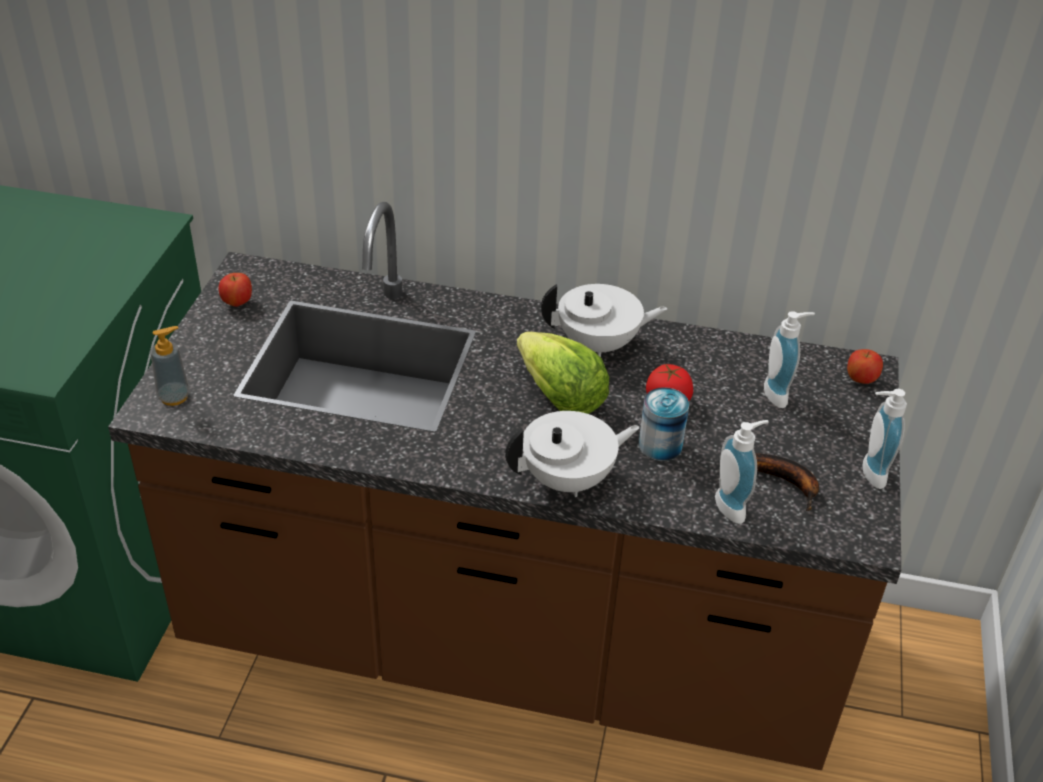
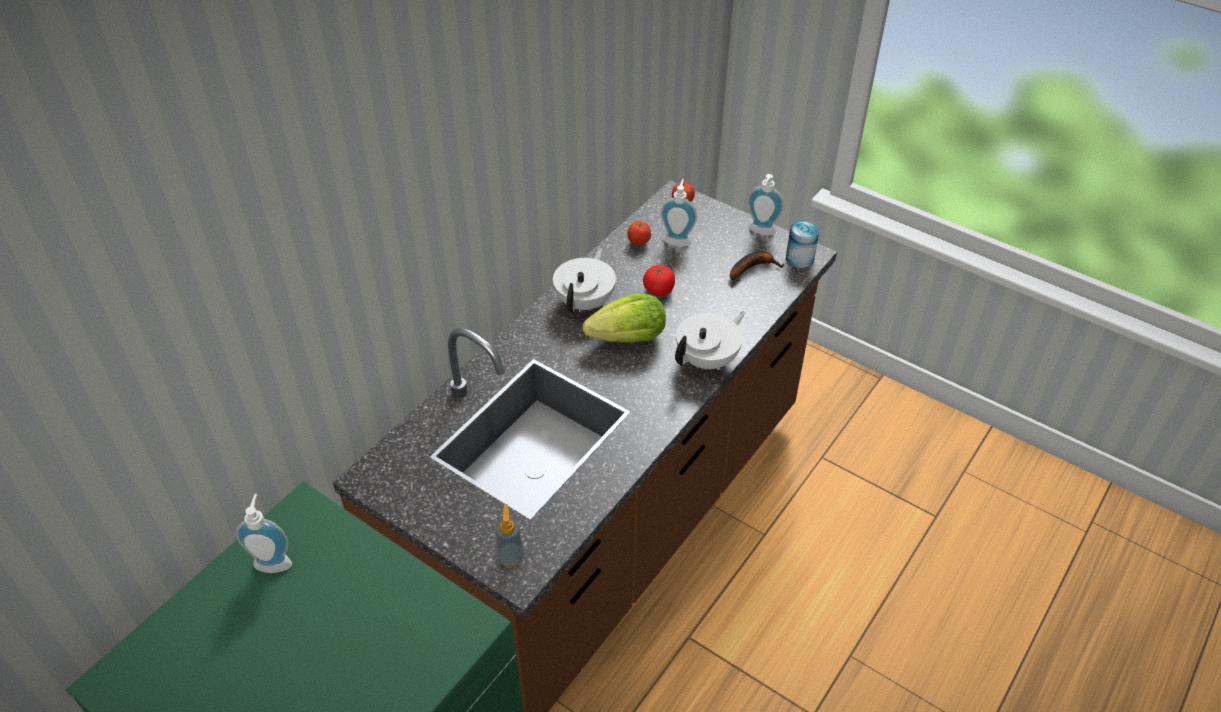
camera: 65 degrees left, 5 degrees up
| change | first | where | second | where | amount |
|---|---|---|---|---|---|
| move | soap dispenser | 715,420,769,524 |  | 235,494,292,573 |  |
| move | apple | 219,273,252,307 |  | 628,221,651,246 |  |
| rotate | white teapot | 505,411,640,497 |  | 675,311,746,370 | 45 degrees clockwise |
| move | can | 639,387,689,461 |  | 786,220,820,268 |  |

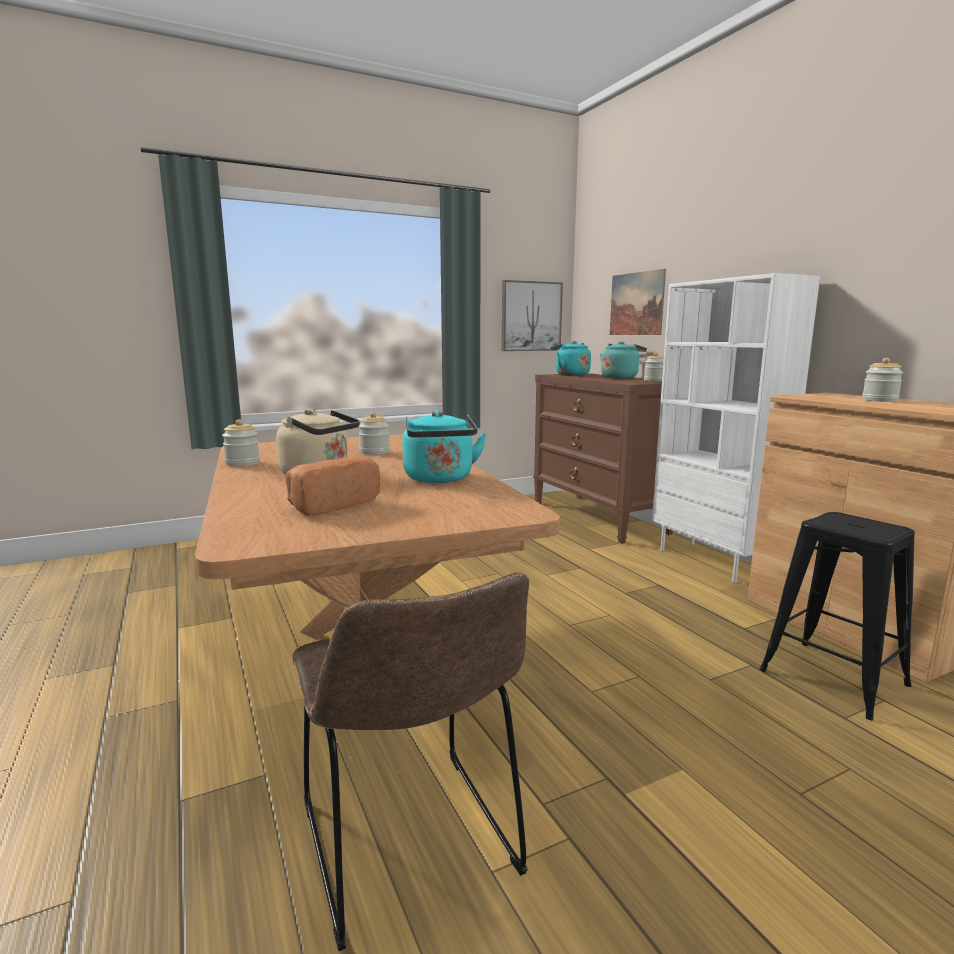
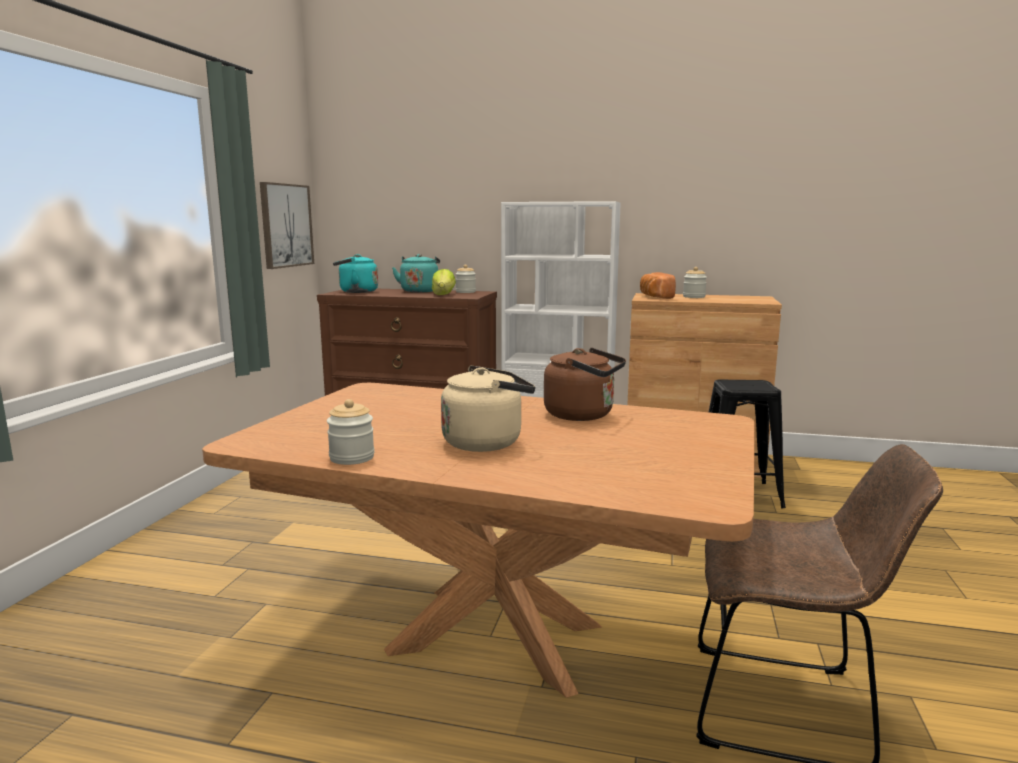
camera: 50 degrees left, 0 degrees up
| change | first | where | second | where | amount |
|---|---|---|---|---|---|
| insert |  |  | lettuce | 432,269,456,295 |  |
| recolor | turquoise kettle | 402,411,487,483 | brown kettle | 544,348,626,421 |  |
| move | bread | 286,457,380,516 |  | 640,272,676,299 |  |
| delete | jar | 359,412,390,455 |  |  |  |
| delete | picture | 610,269,666,335 |  |  |  |

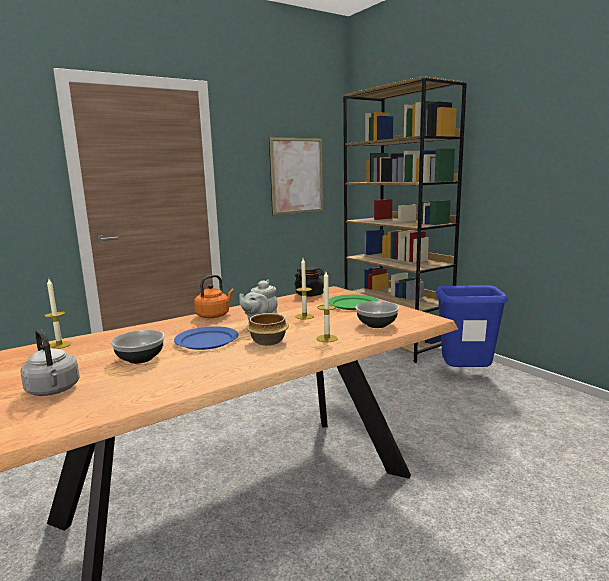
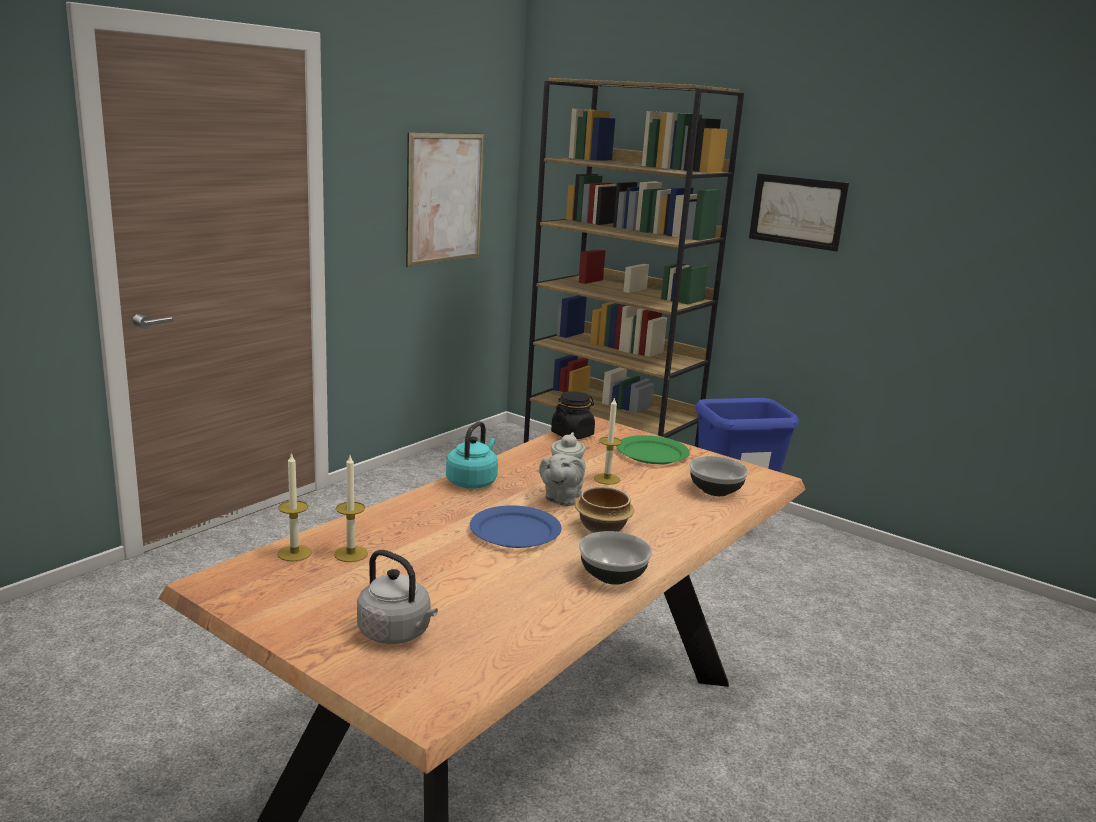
camera: 20 degrees left, 5 degrees up
| change | first | where | second | where | amount |
|---|---|---|---|---|---|
| move | candle | 316,272,338,342 |  | 334,456,368,562 |  |
| recolor | orange kettle | 194,275,234,318 | turquoise kettle | 446,421,498,489 |  |
| move | bowl | 111,330,165,364 |  | 579,531,652,585 |  |
| insert |  |  | picture | 749,173,849,251 |  |

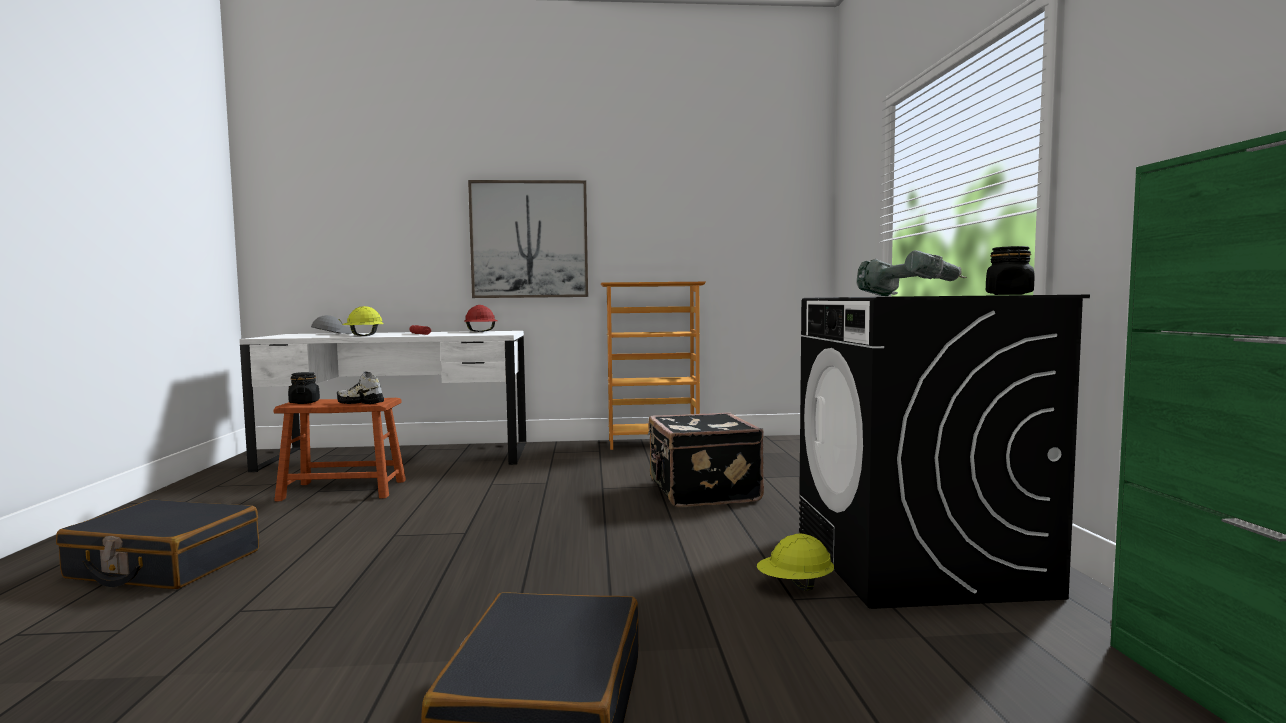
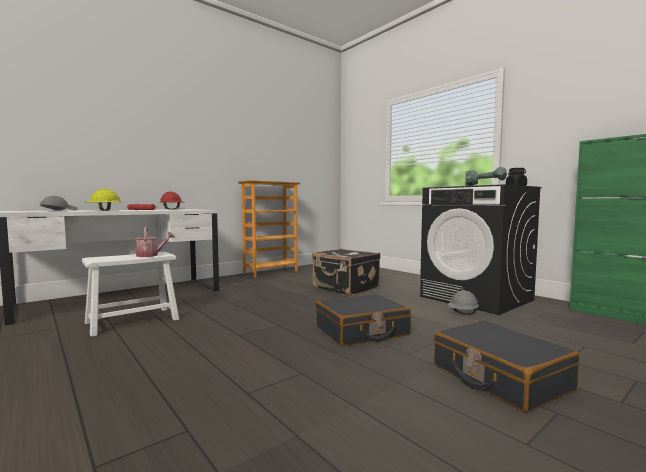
camera: 35 degrees left, 0 degrees up
| change | first | where | second | where | amount |
|---|---|---|---|---|---|
| recolor | brown stool | 273,398,406,501 | white stool | 82,252,179,337 |  |
| replace | shoe | 337,371,384,404 | watering can | 125,227,175,257 |  |
| move | black suitcase | 56,499,259,589 |  | 316,294,411,346 |  |
| recolor | yellow hard hat | 757,534,834,591 | grey hard hat | 448,290,479,315 |  |
| delete | black jar | 288,372,320,404 |  |  |  |
| delete | picture | 468,180,588,298 |  |  |  |

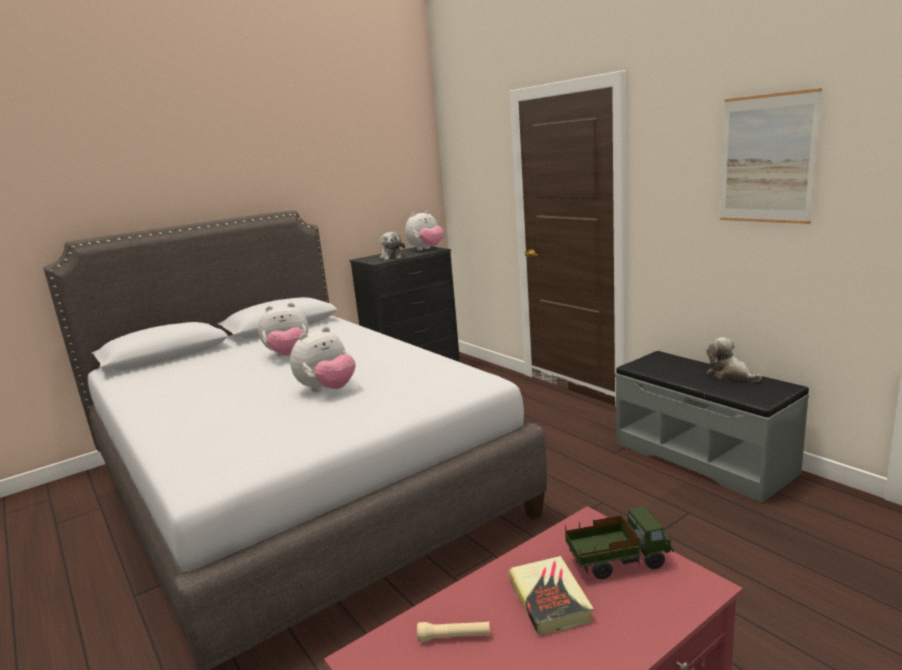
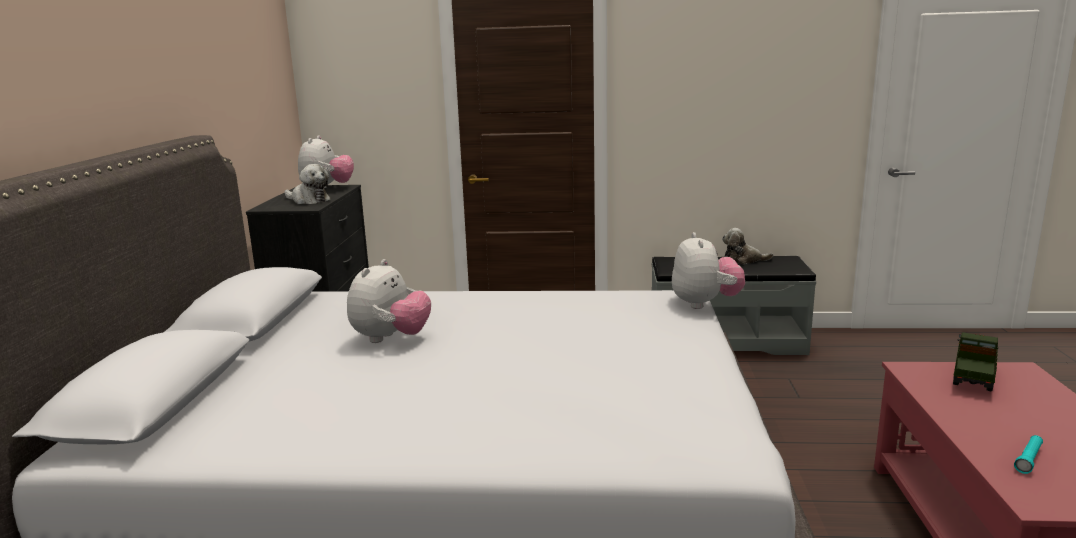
camera: 50 degrees left, 0 degrees up
| change | first | where | second | where | amount |
|---|---|---|---|---|---|
| move | plush toy | 290,327,355,392 |  | 672,232,745,309 |  |
| recolor | beige flashlight | 417,622,490,642 | turquoise flashlight | 1014,435,1043,474 |  |
| delete | book | 509,556,594,636 |  |  |  |
| delete | picture | 720,88,822,224 |  |  |  |

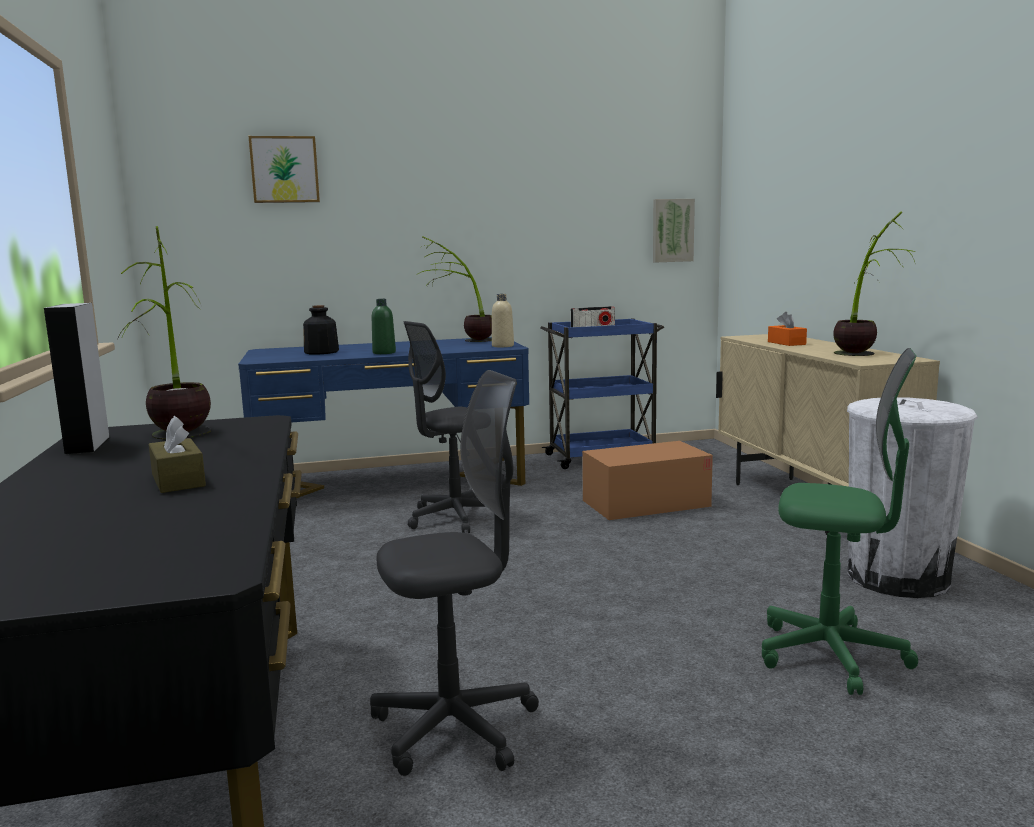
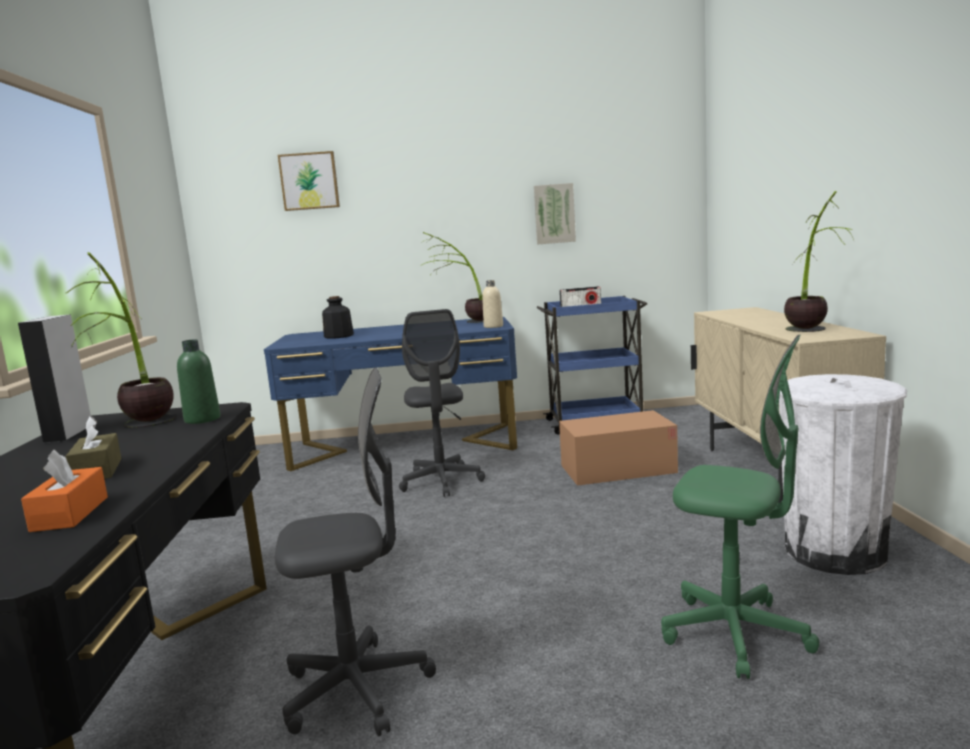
camera: 10 degrees right, 0 degrees up
| change | first | where | second | where | amount |
|---|---|---|---|---|---|
| move | orange tissue box | 768,312,807,346 |  | 21,450,108,532 |  |
| move | green bottle | 372,299,396,354 |  | 177,339,221,424 |  |
| rotate | grey office chair | 404,321,486,533 |  | 399,309,485,497 | 75 degrees counterclockwise |
| move | picture | 653,199,695,262 |  | 534,183,576,244 |  |

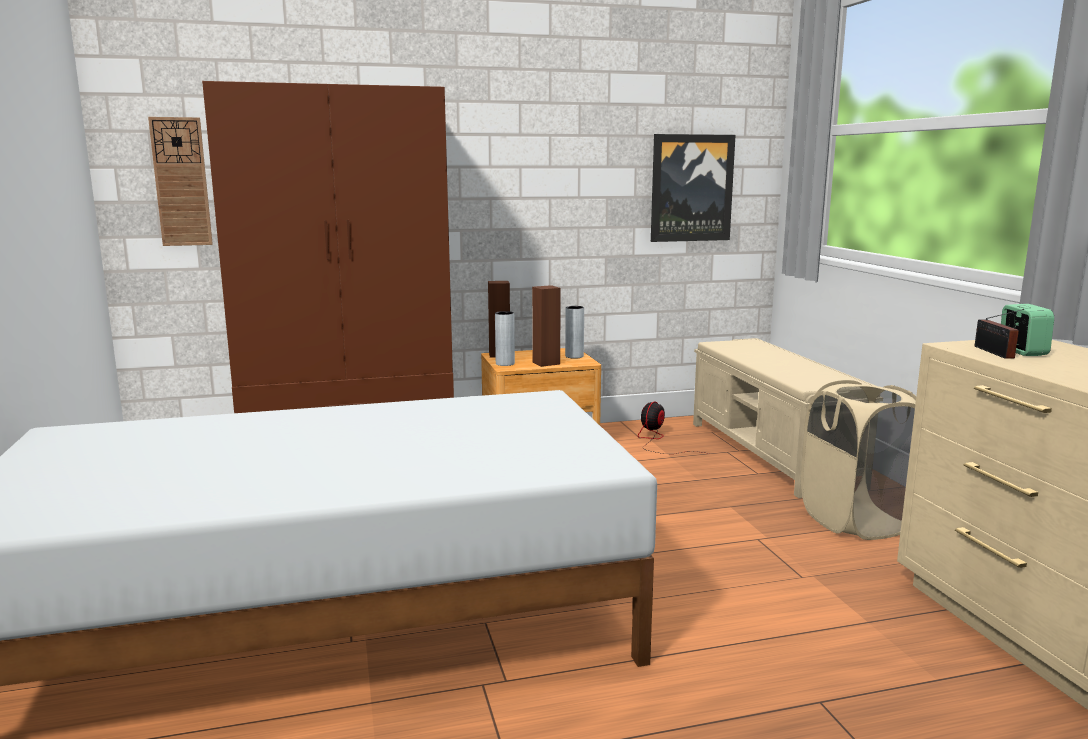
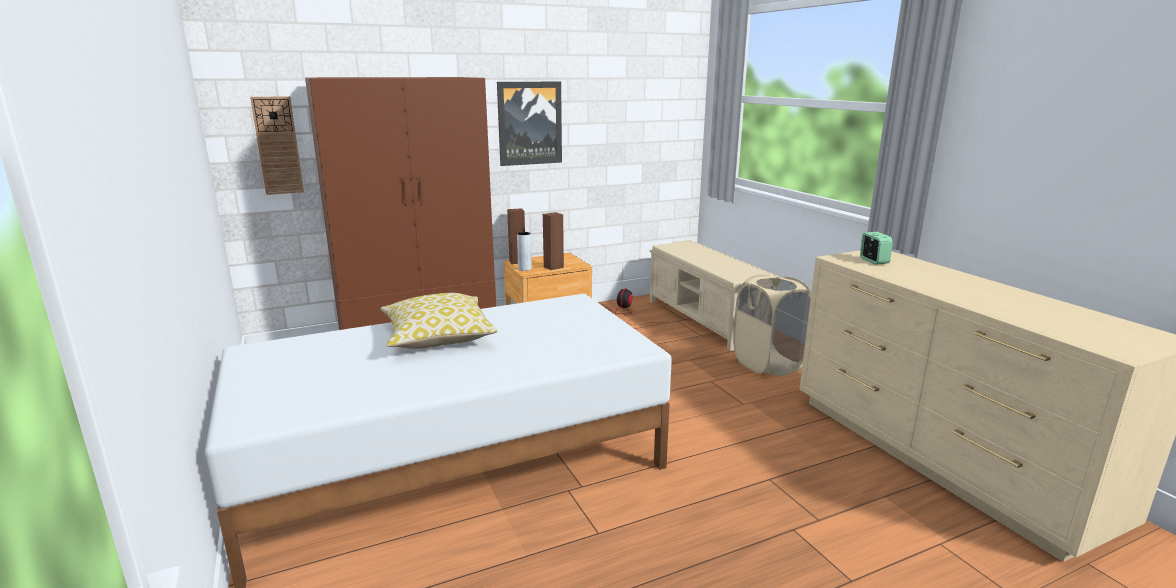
camera: 10 degrees left, 5 degrees up
| change | first | where | second | where | amount |
|---|---|---|---|---|---|
| insert |  |  | pillow | 380,293,498,349 |  |
| move | picture | 651,134,736,242 |  | 497,82,562,166 |  |
| delete | grey vase | 565,306,584,359 |  |  |  |
| delete | radio | 975,309,1024,359 |  |  |  |

